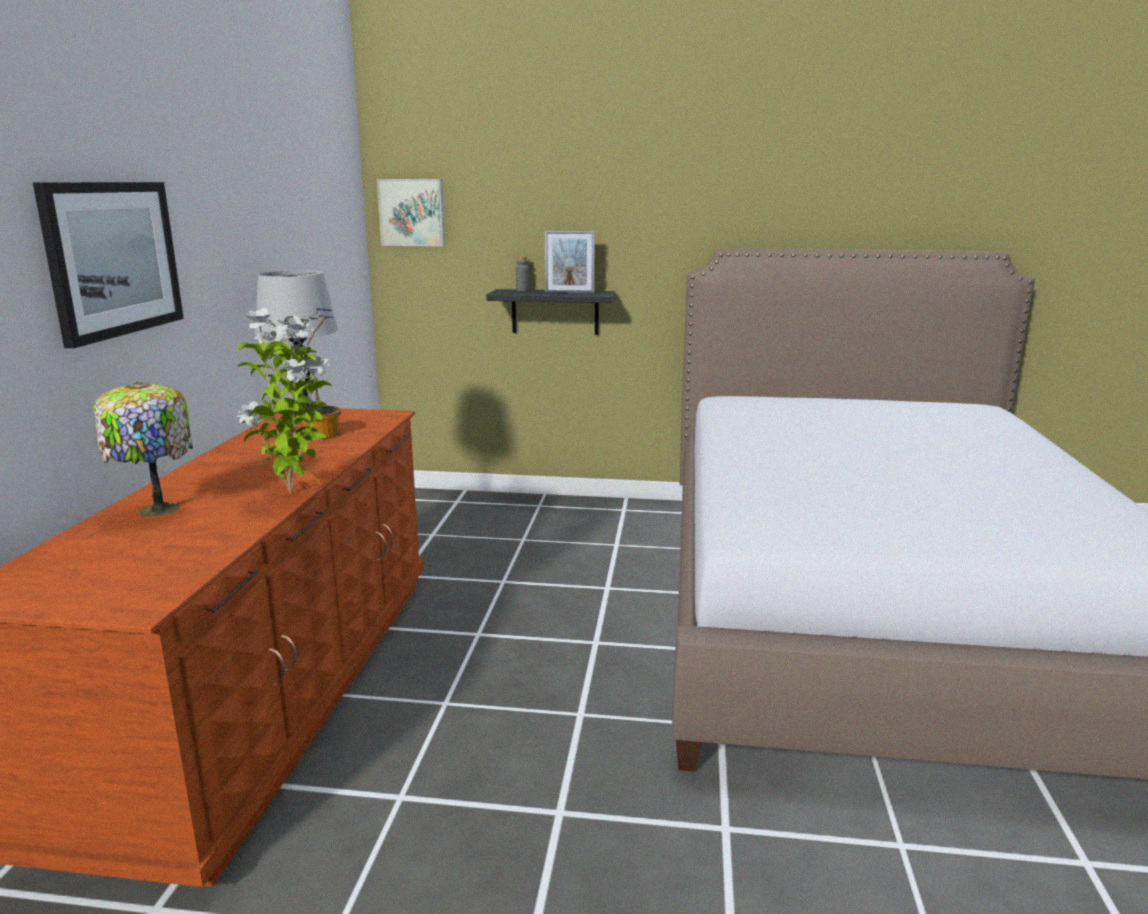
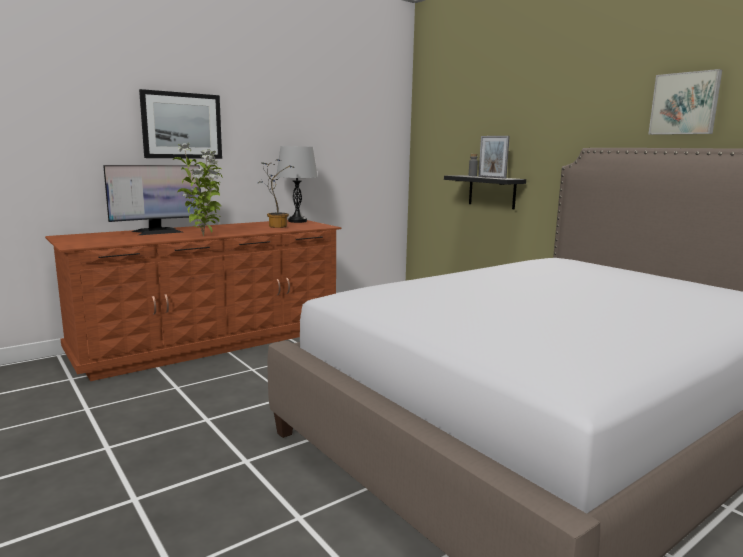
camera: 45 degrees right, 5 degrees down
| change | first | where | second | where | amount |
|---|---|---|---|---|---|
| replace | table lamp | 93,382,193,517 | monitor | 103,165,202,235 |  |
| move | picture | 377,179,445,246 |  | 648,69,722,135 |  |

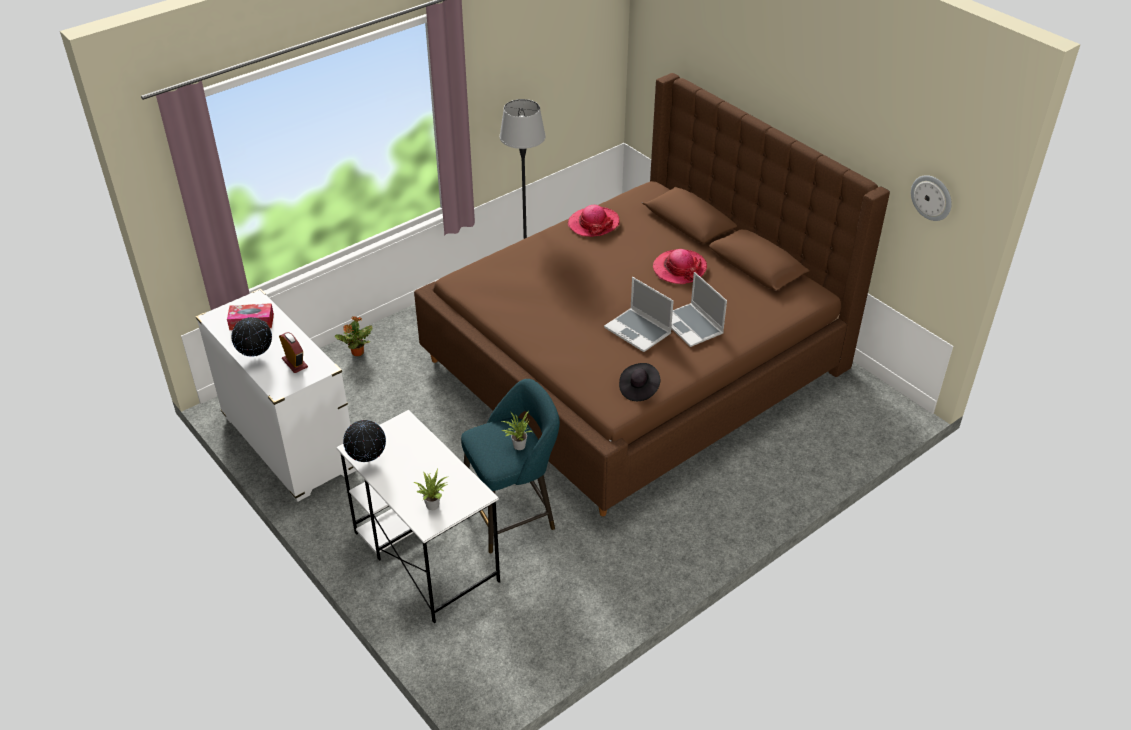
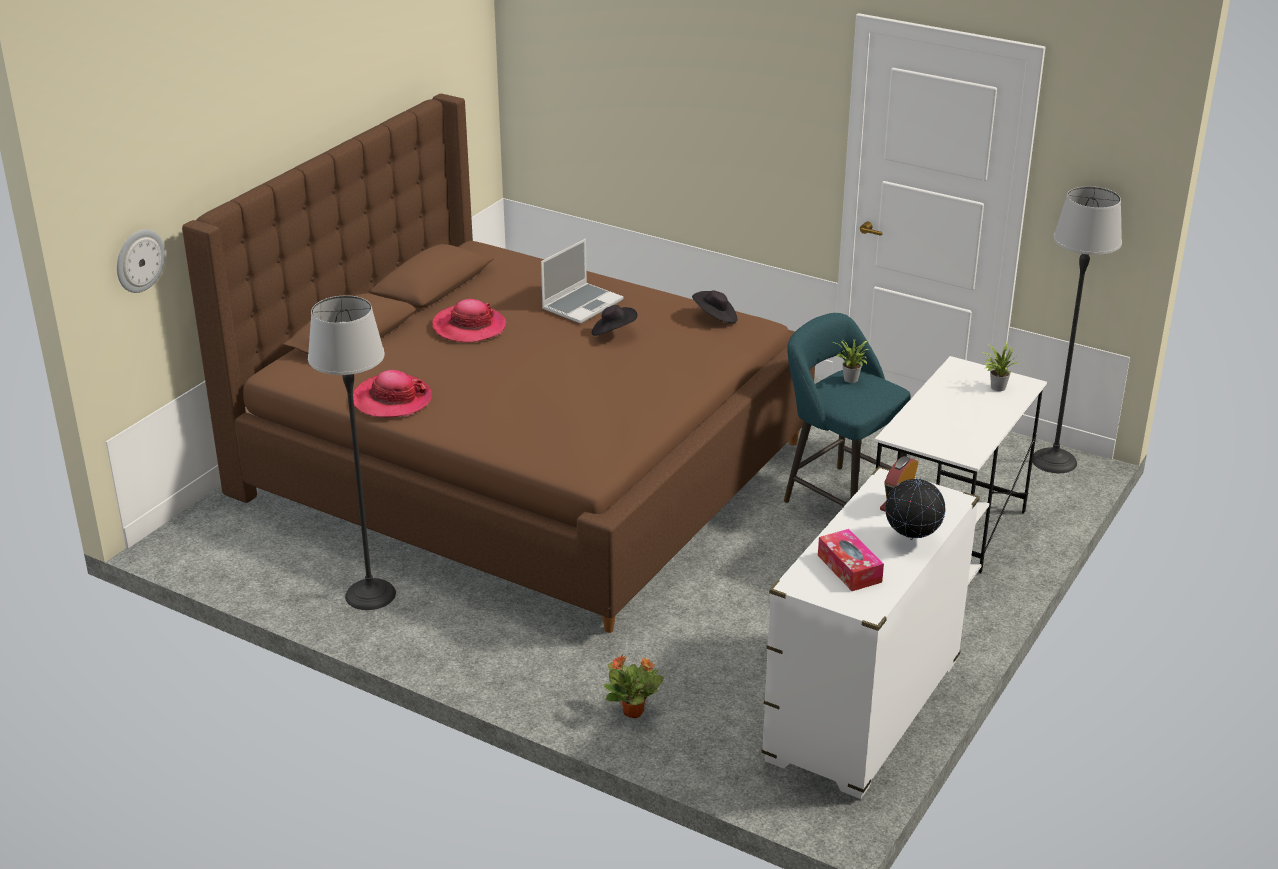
camera: 110 degrees left, 10 degrees down
| change | first | where | second | where | amount |
|---|---|---|---|---|---|
| move | wall clock | 911,175,952,221 |  | 117,229,165,293 |  |
| replace | laptop | 604,277,674,352 | black hat | 592,305,638,336 |  |
| insert |  |  | floor lamp | 1032,186,1122,473 |  |
| delete | globe | 343,420,386,462 |  |  |  |

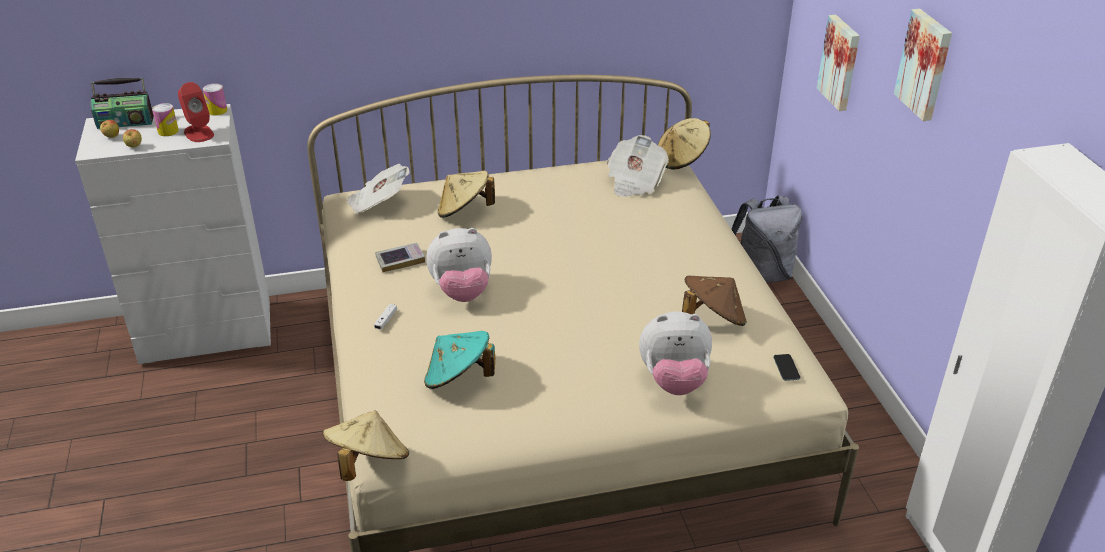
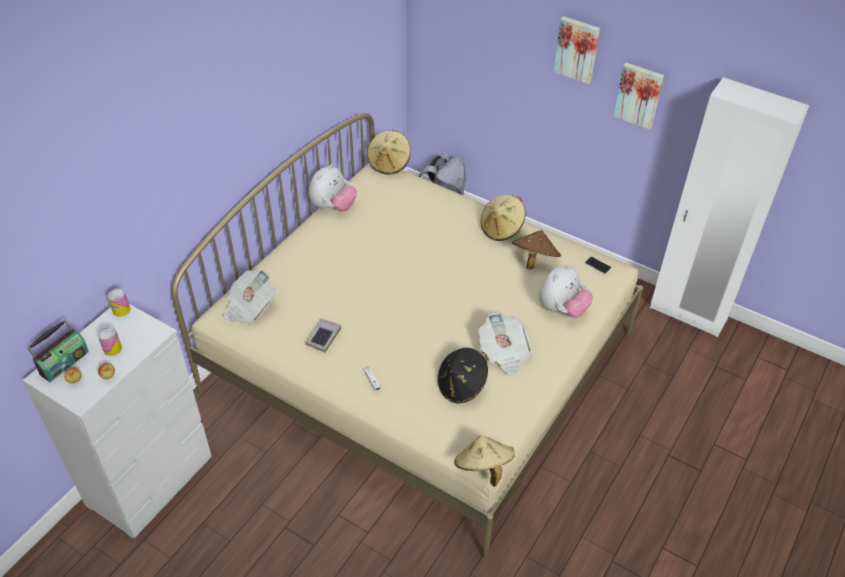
camera: 45 degrees left, 10 degrees up
| change | first | where | second | where | amount |
|---|---|---|---|---|---|
| move | plush toy | 426,228,492,302 |  | 309,164,357,211 |  |
| recolor | turquoise hat | 424,331,495,389 | black hat | 437,348,488,404 |  |
| move | newspaper | 607,135,669,197 |  | 479,312,532,376 |  |
| move | beige hat | 438,171,495,218 |  | 481,195,526,241 |  |
| move | picture | 817,15,860,111 |  | 613,63,664,129 |  |
| delete | red speaker | 178,82,214,142 |  |  |  |

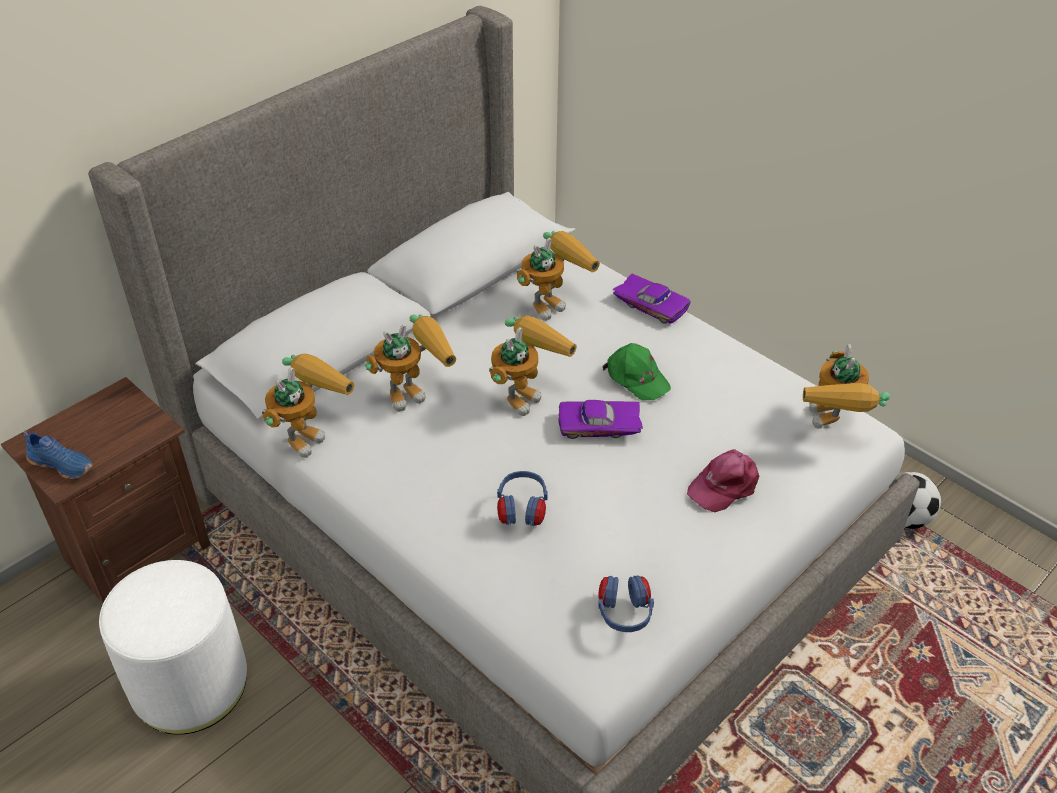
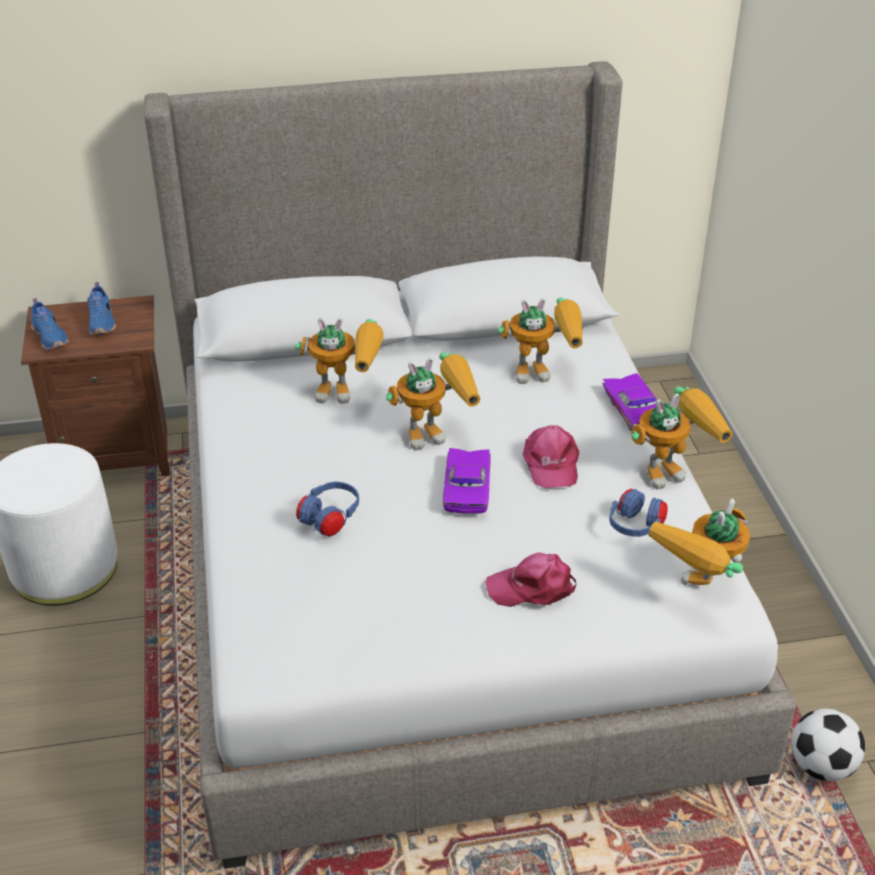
camera: 35 degrees right, 5 degrees down
| change | first | where | second | where | amount |
|---|---|---|---|---|---|
| insert |  |  | blue shoe | 87,282,116,335 |  |
| rotate | purple toy car | 559,400,643,439 |  | 443,448,491,514 | 120 degrees counterclockwise |
| recolor | green cap | 603,343,671,400 | pink cap | 523,425,579,488 |  |
| move | blue headphones | 598,575,654,632 |  | 609,489,668,537 |  |
| move | toy robot | 262,353,354,458 |  | 631,386,733,490 |  |

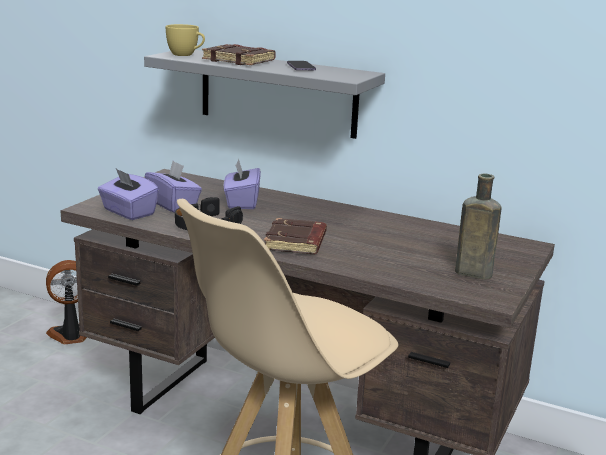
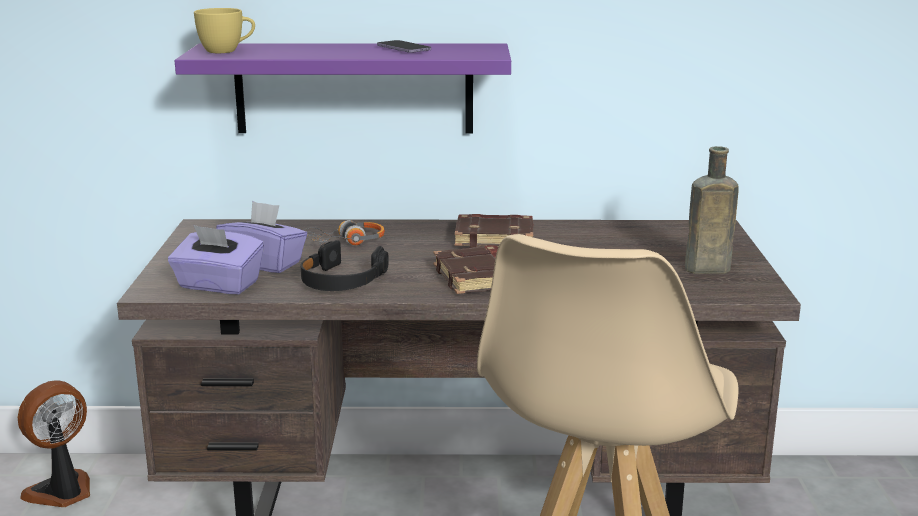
camera: 25 degrees left, 0 degrees up
| change | first | where | second | where | amount |
|---|---|---|---|---|---|
| recolor | grey shelf | 144,50,385,139 | purple shelf | 175,43,511,134 |  |
| replace | purple tissue box | 224,159,261,209 | headphones | 303,220,385,246 |  |
| move | brown book | 202,44,276,65 |  | 455,214,534,248 |  |

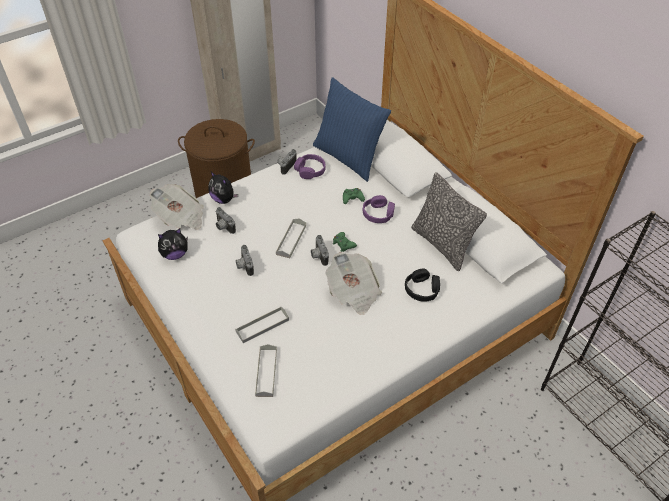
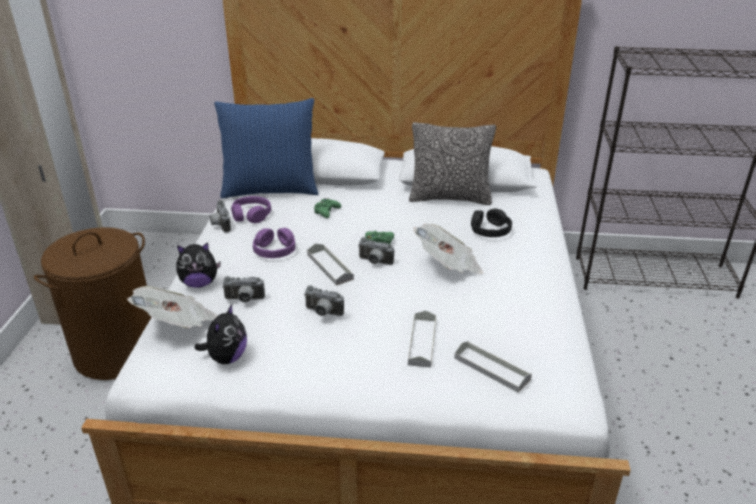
camera: 50 degrees left, 15 degrees down
| change | first | where | second | where | amount |
|---|---|---|---|---|---|
| move | purple headphones | 363,195,395,223 |  | 253,228,295,258 |  |

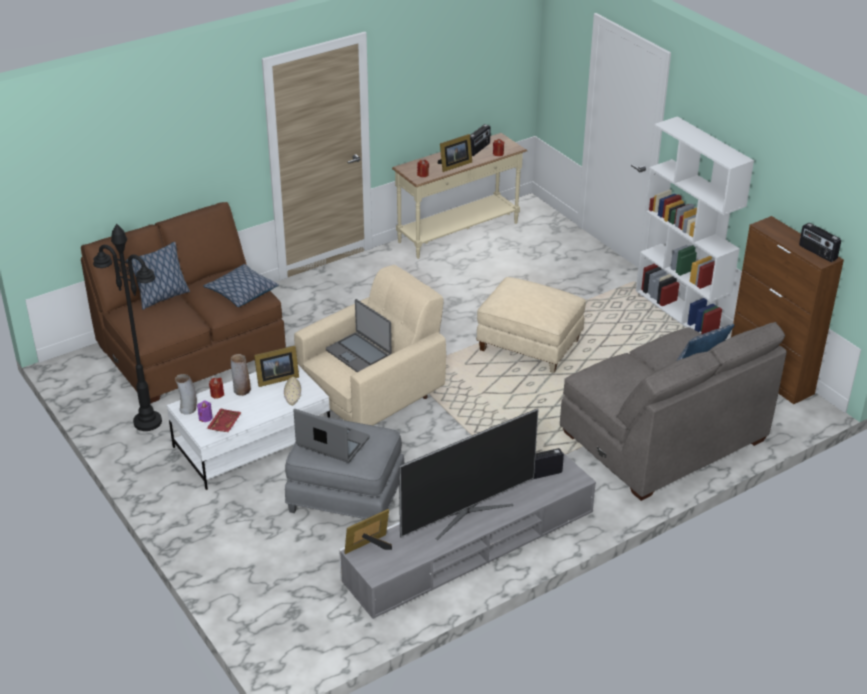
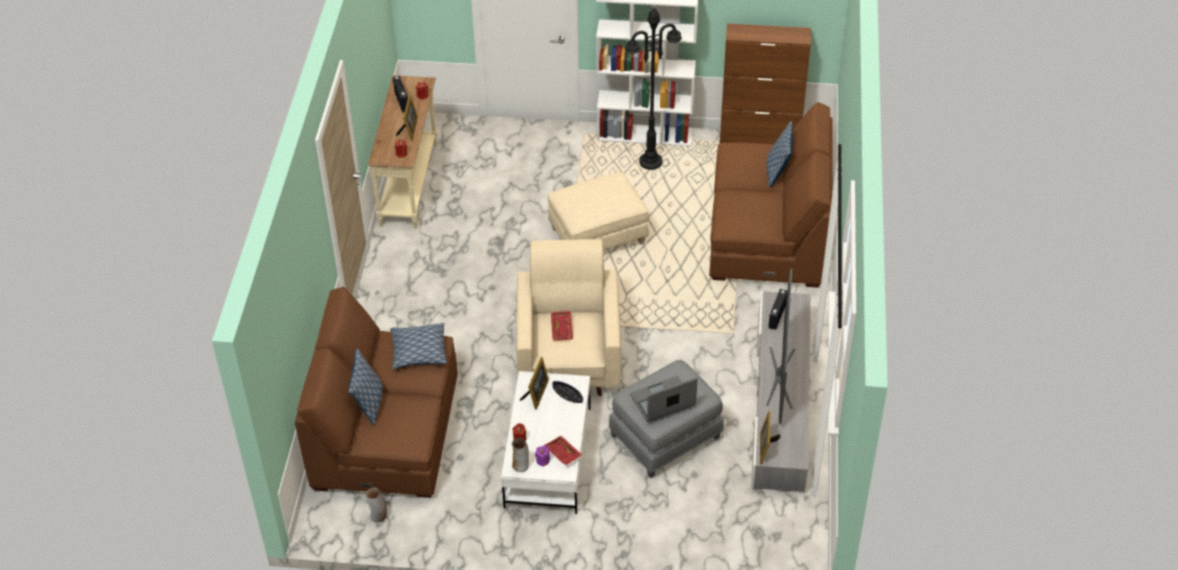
camera: 50 degrees left, 10 degrees up
| change | first | where | second | where | amount |
|---|---|---|---|---|---|
| move | vase | 231,354,251,396 |  | 366,487,387,522 |  |
| replace | laptop | 326,299,392,372 | red tray | 551,311,573,341 |  |
| recolor | beige bowl | 284,376,301,406 | black bowl | 552,381,583,403 |  |
| move | black floor lamp | 93,224,162,431 |  | 625,8,682,170 |  |
| recolor | grey sofa | 560,322,787,501 | brown sofa | 709,102,833,288 |  |
| delete | radio | 799,223,841,262 |  |  |  |

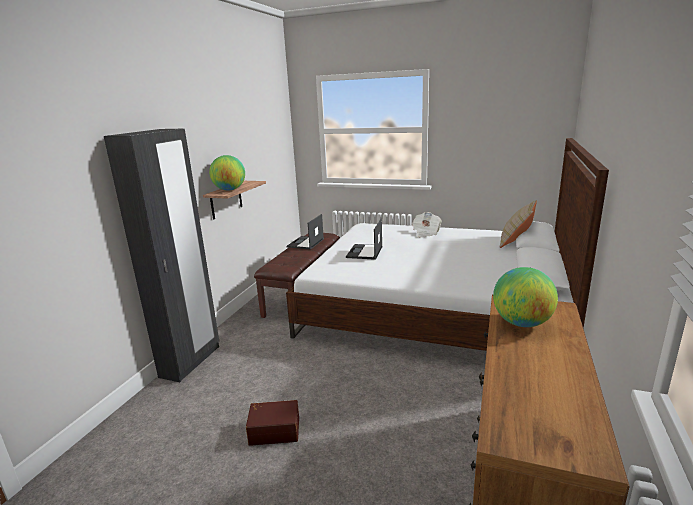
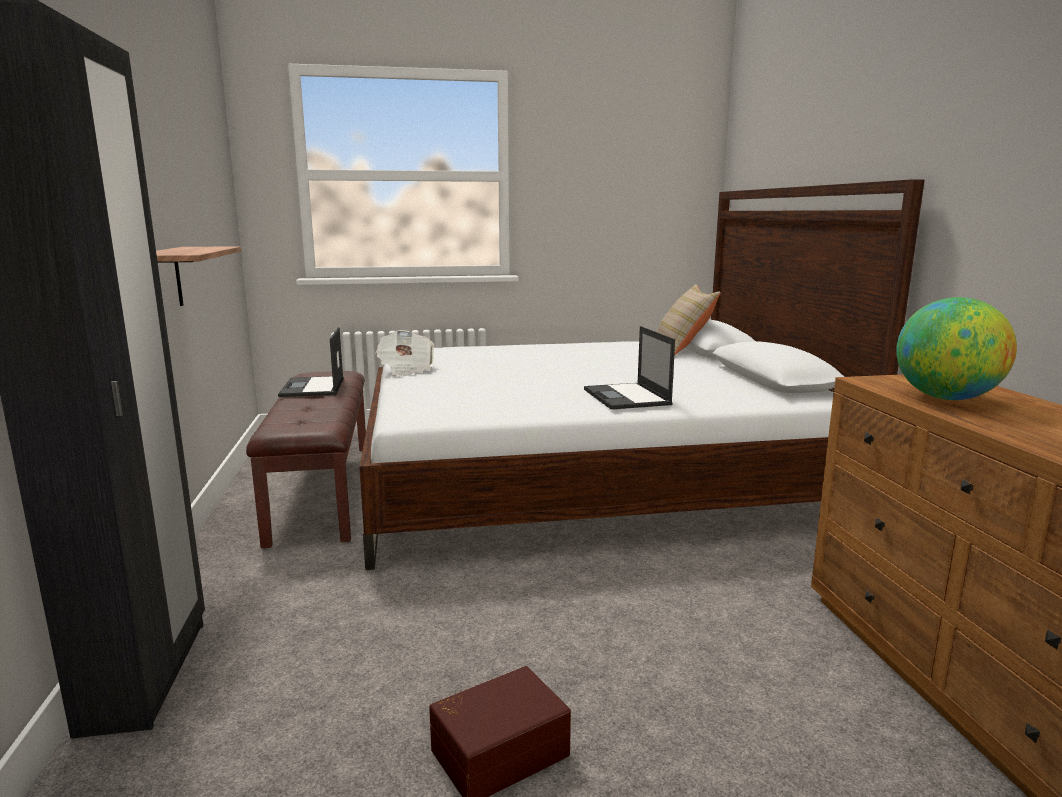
camera: 30 degrees left, 5 degrees down
| change | first | where | second | where | amount |
|---|---|---|---|---|---|
| move | newspaper | 412,212,442,238 |  | 375,330,434,377 |  |
| move | laptop | 346,218,383,260 |  | 584,326,675,410 |  |
| delete | globe | 209,155,245,191 |  |  |  |

